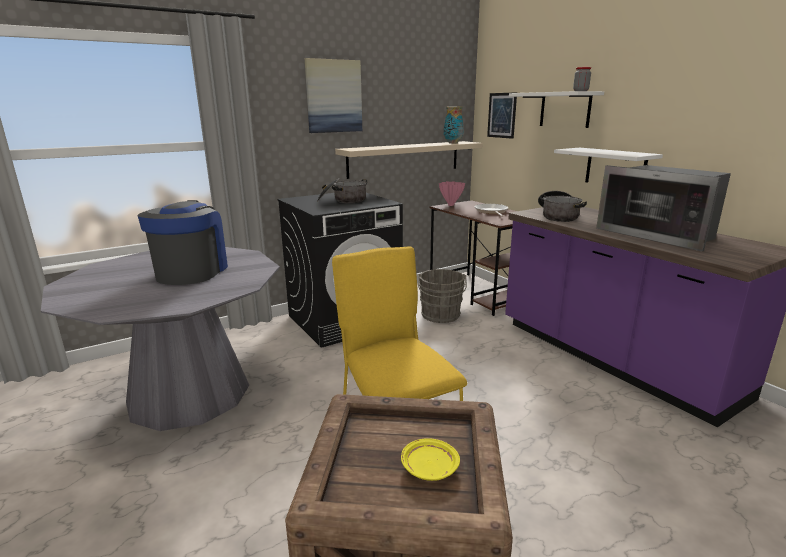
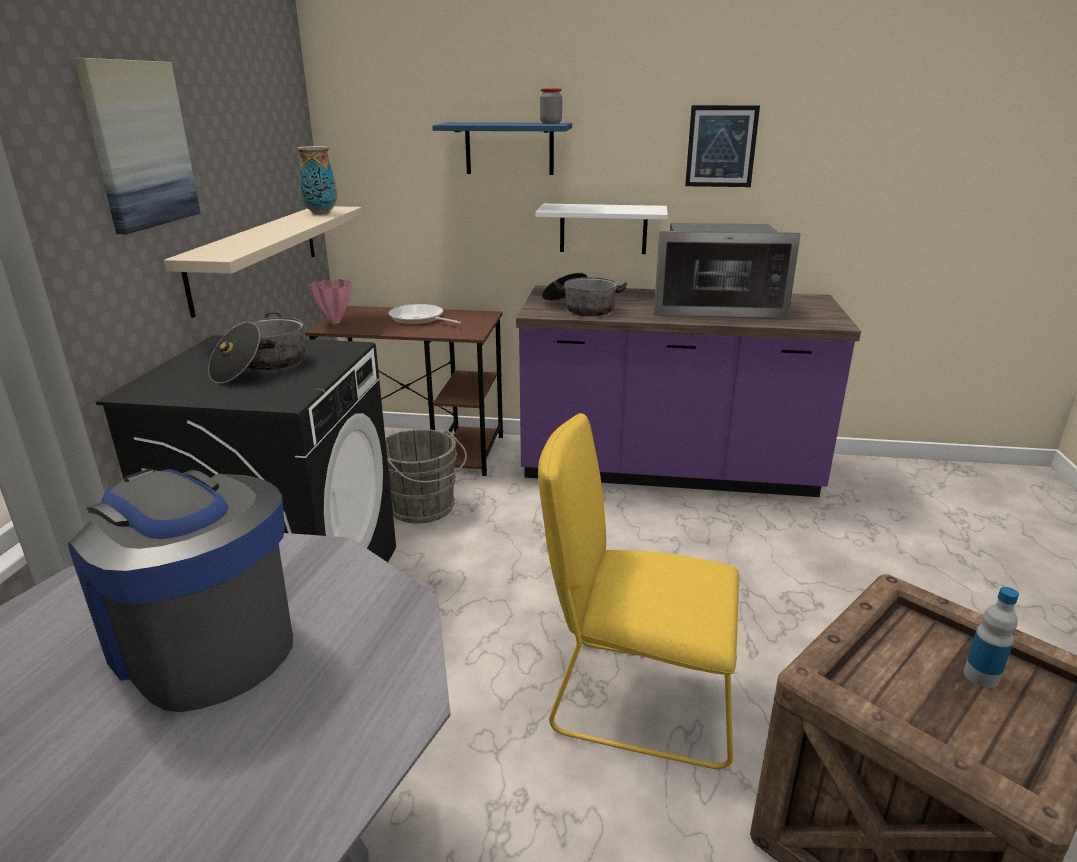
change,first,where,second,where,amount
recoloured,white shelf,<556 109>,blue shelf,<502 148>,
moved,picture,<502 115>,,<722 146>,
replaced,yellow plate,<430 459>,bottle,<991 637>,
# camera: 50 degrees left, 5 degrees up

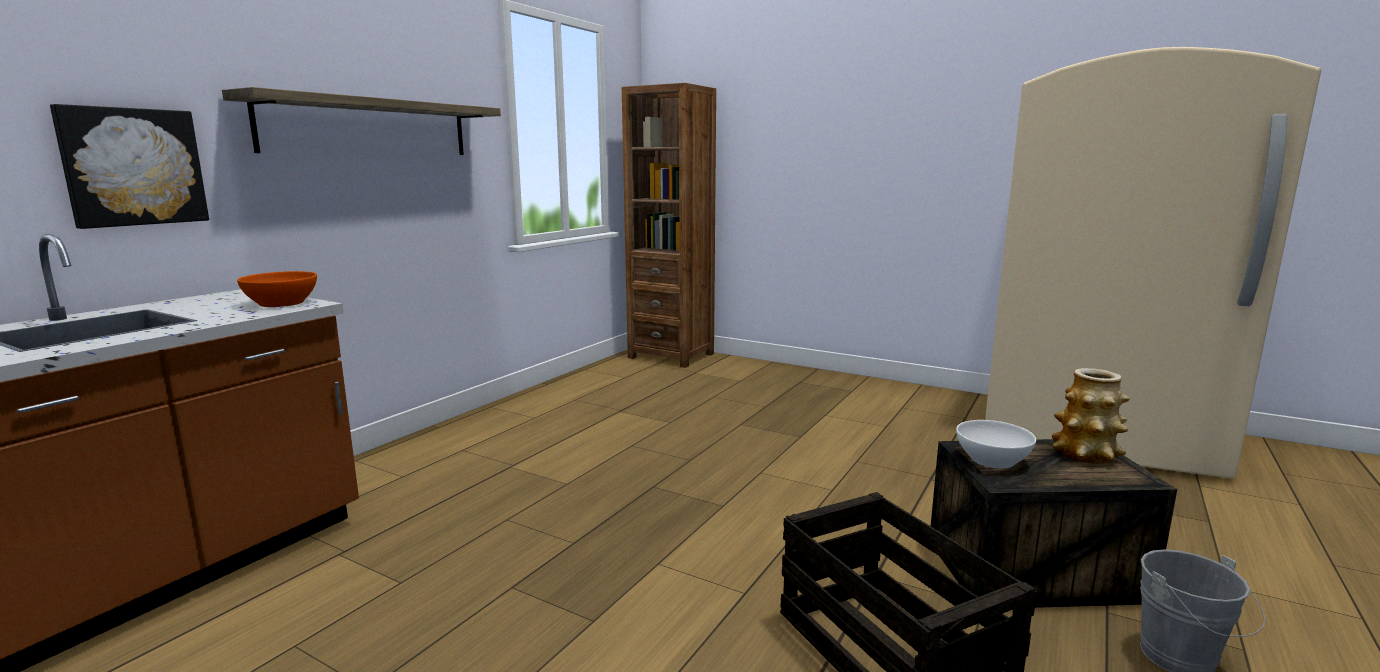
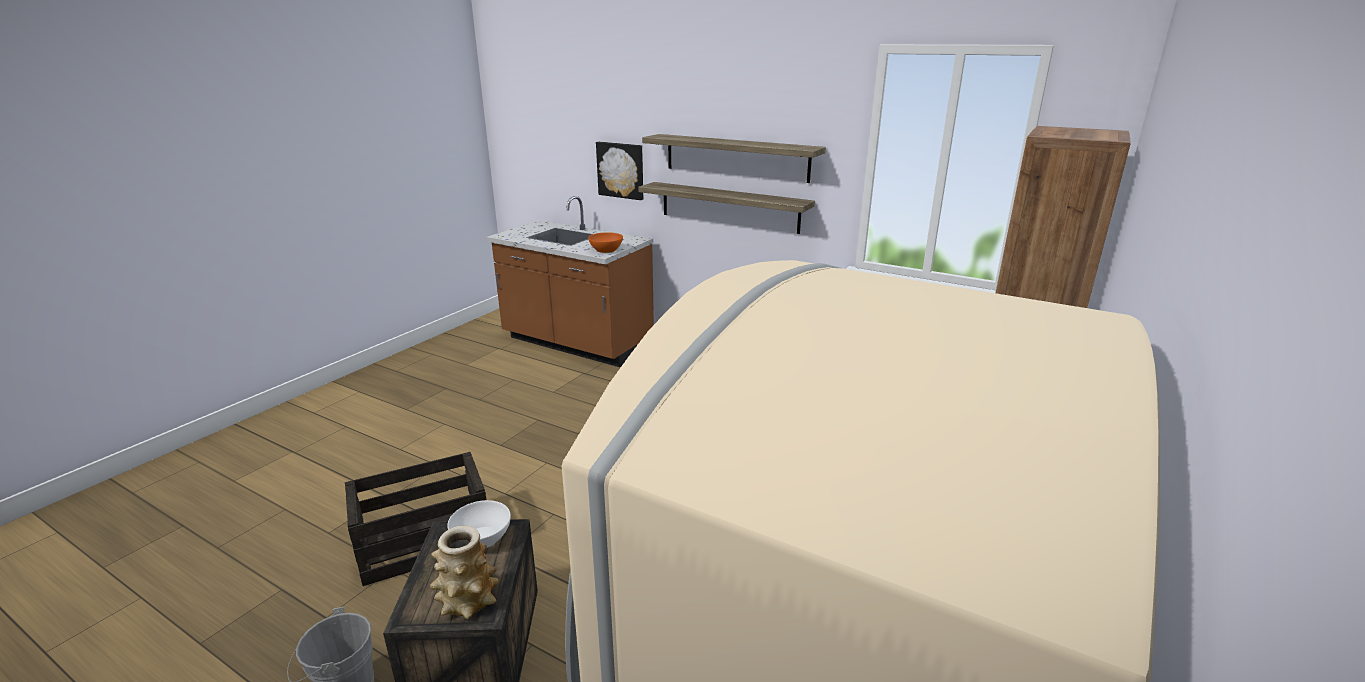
change,first,where,second,where,amount
added,,,shelf,<726 208>,
# camera: 90 degrees right, 10 degrees up

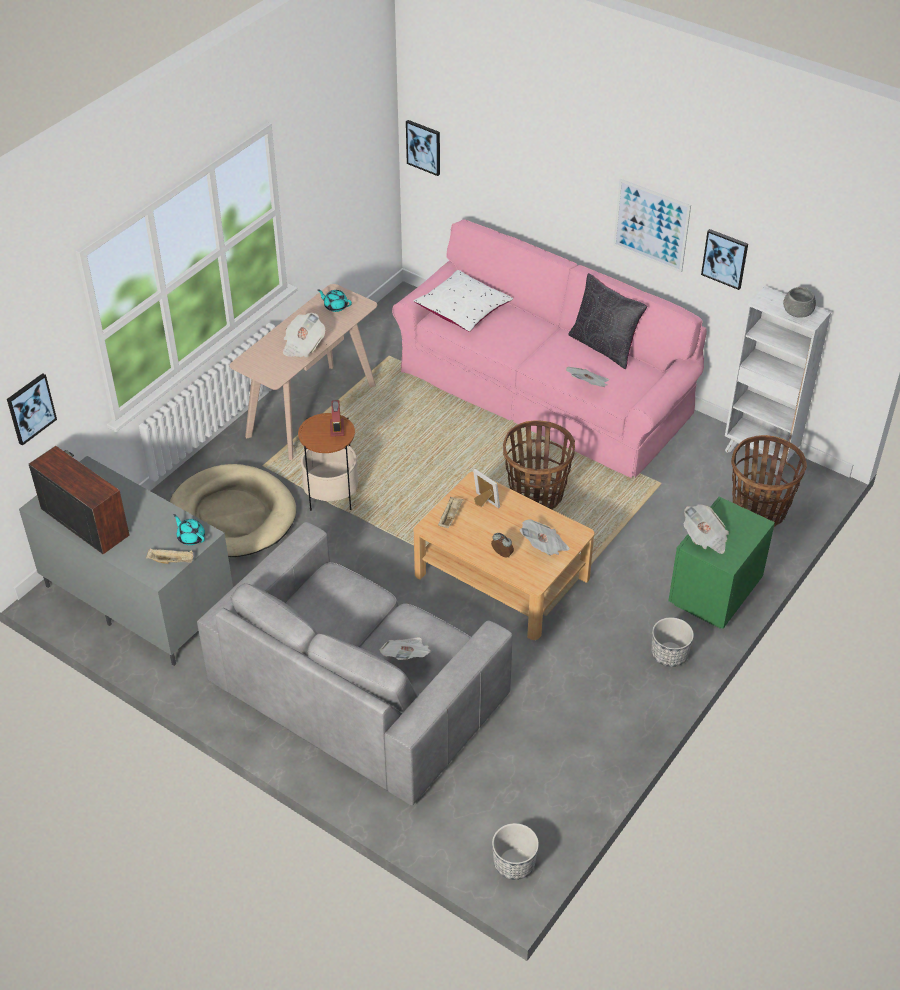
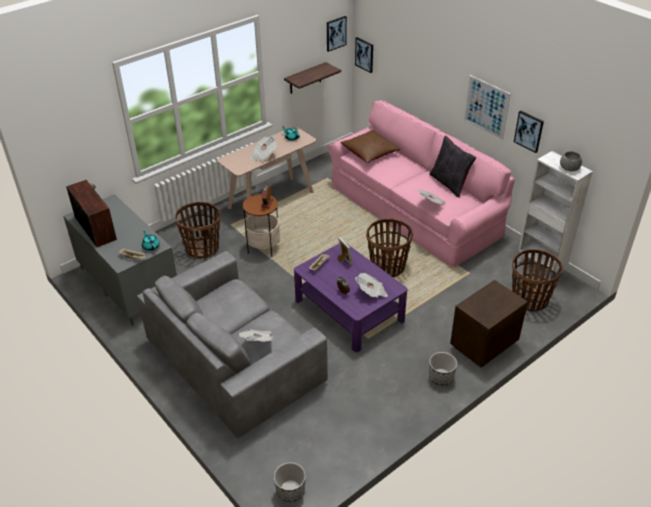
change,first,where,second,where,amount
recoloured,white pillow,<463 301>,brown pillow,<370 146>,
moved,picture,<32 409>,,<337 34>,
replaced,beige dog bed,<233 510>,basket,<197 230>,
recoloured,beige coffee table,<503 556>,purple coffee table,<350 297>,
recoloured,green nightstand,<721 563>,brown nightstand,<489 323>,
removed,newspaper,<706 529>,,,
added,,,shelf,<312 78>,
# camera: 15 degrees right, 5 degrees down

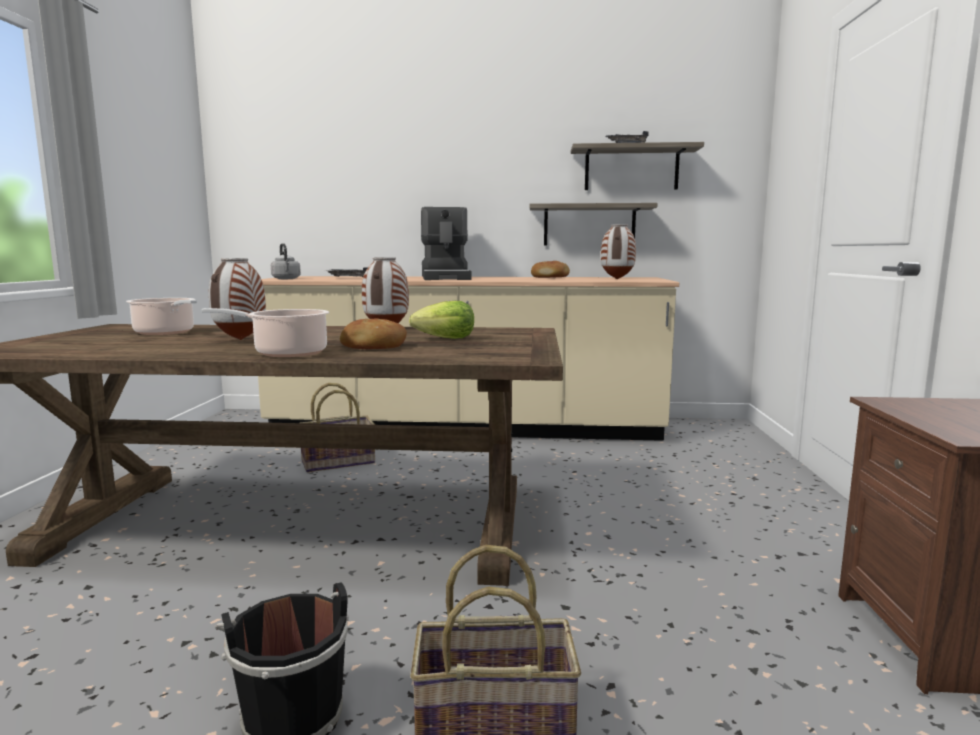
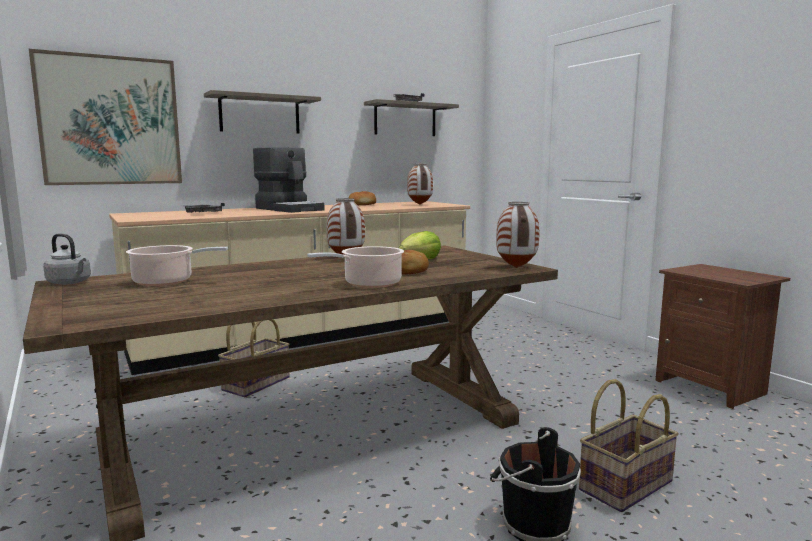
change,first,where,second,where,amount
moved,shelf,<594 224>,,<262 112>,
moved,grey kettle,<286 261>,,<67 259>,
moved,vase,<237 299>,,<517 235>,
added,,,picture,<105 117>,
# camera: 35 degrees left, 0 degrees up

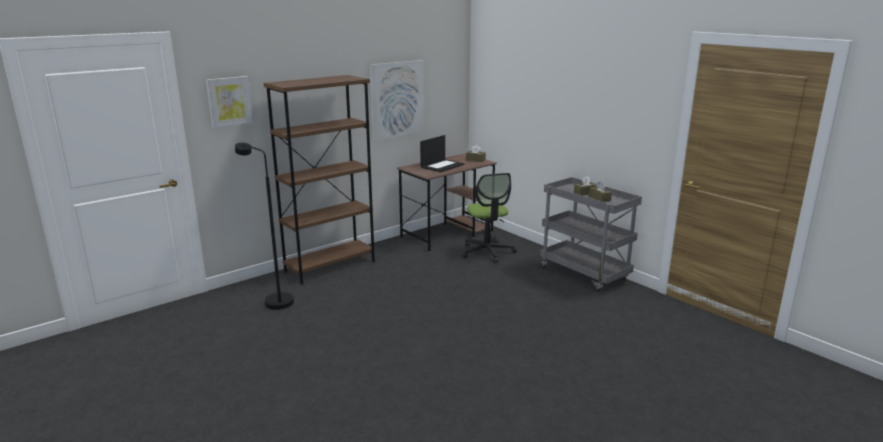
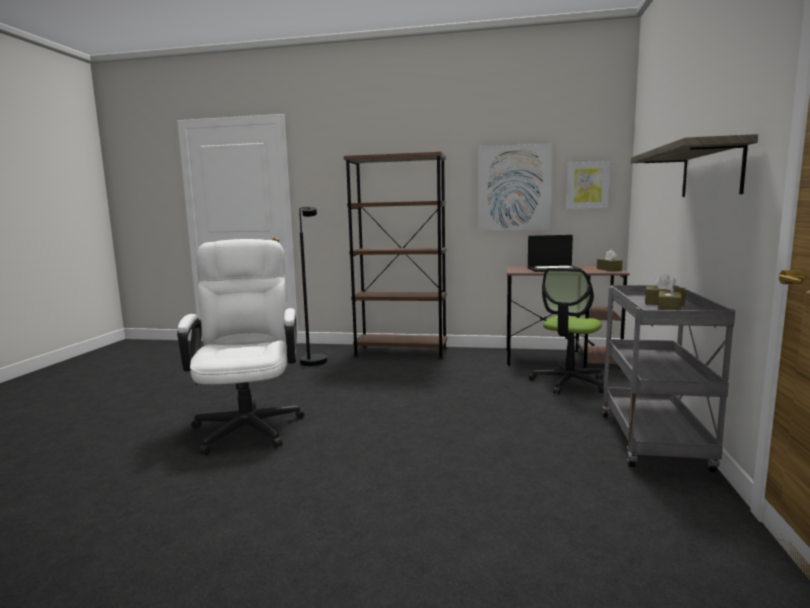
change,first,where,second,where,amount
moved,picture,<229 102>,,<588 185>,
added,,,shelf,<694 165>,
added,,,white office chair,<241 347>,
# camera: 50 degrees right, 10 degrees down

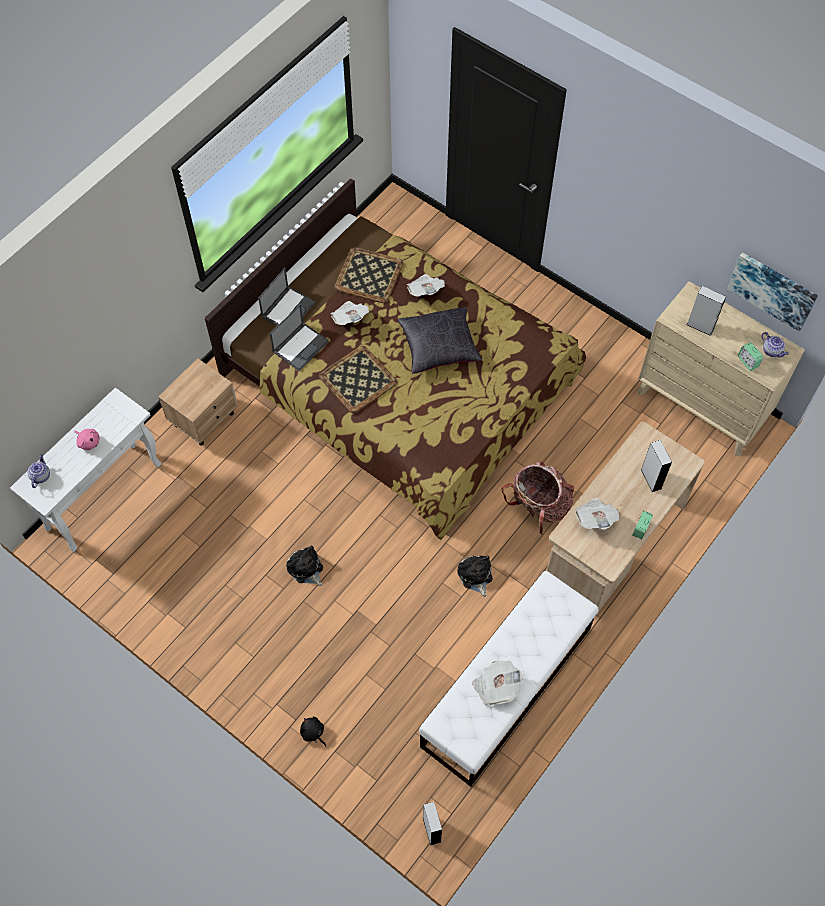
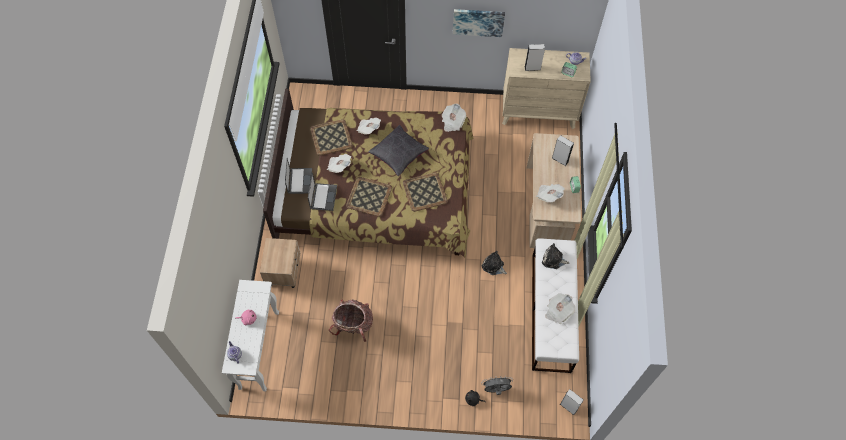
change,first,where,second,where,amount
moved,picture,<772 292>,,<479 23>,
moved,backpack,<538 498>,,<351 320>,
moved,plush toy,<304 566>,,<556 256>,
added,,,newspaper,<454 118>,
added,,,tray,<425 192>,
added,,,grey fan,<497 385>,
# camera: 35 degrees left, 0 degrees up

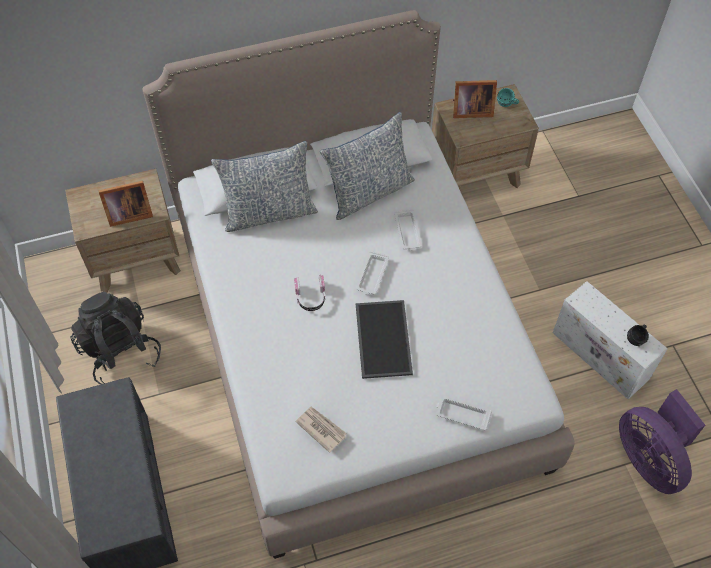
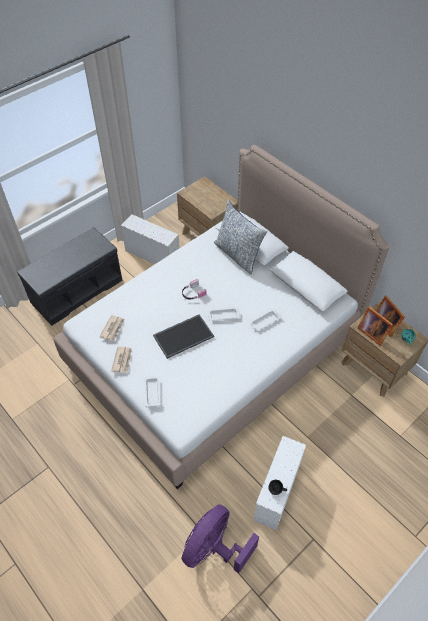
change,first,where,second,where,amount
removed,pillow,<367 166>,,,
moved,picture frame,<126 204>,,<375 326>,
replaced,black backpack,<115 338>,white storage box,<150 239>,
added,,,newspaper,<121 359>,
# camera: 65 degrees right, 5 degrees down

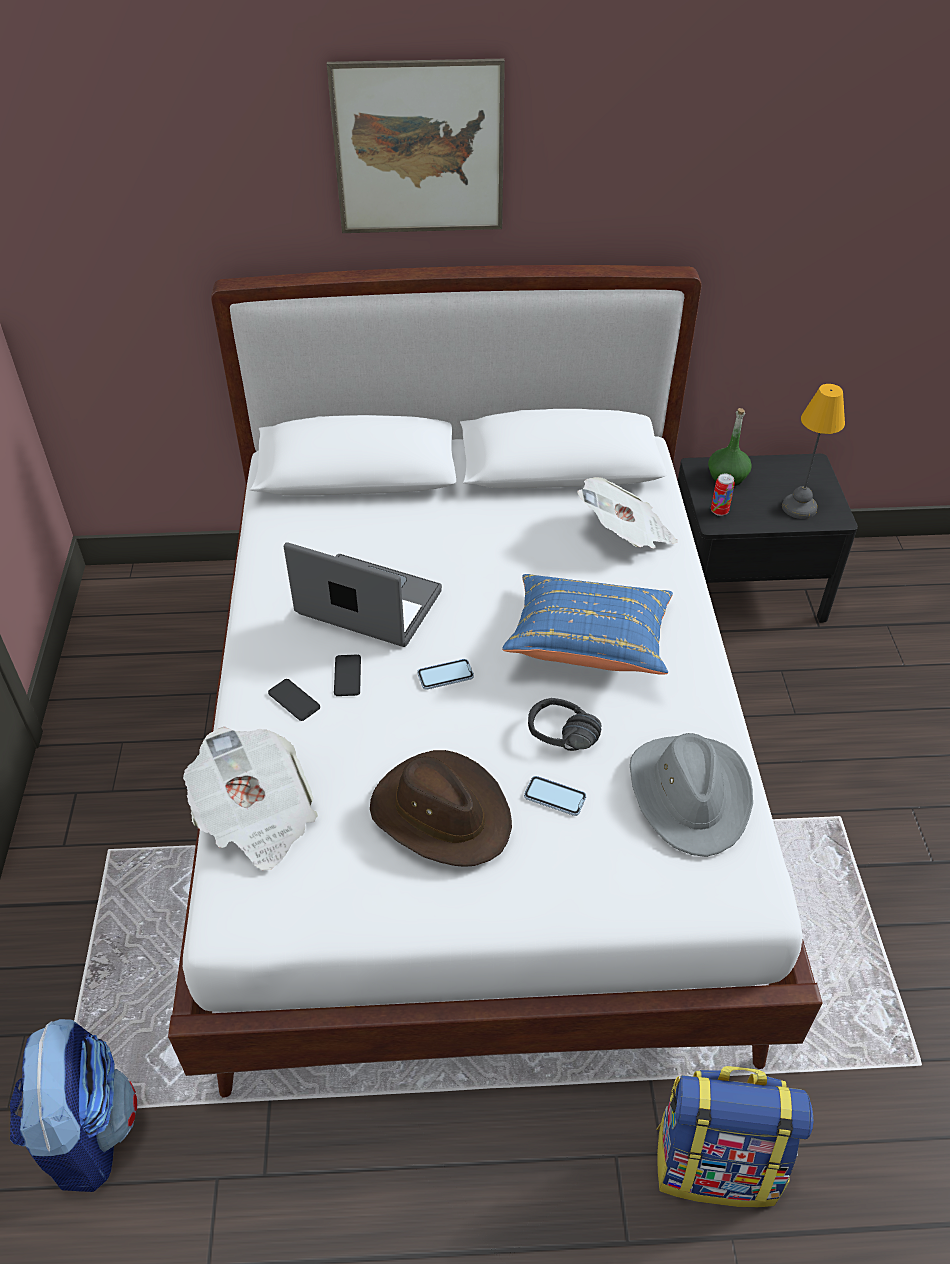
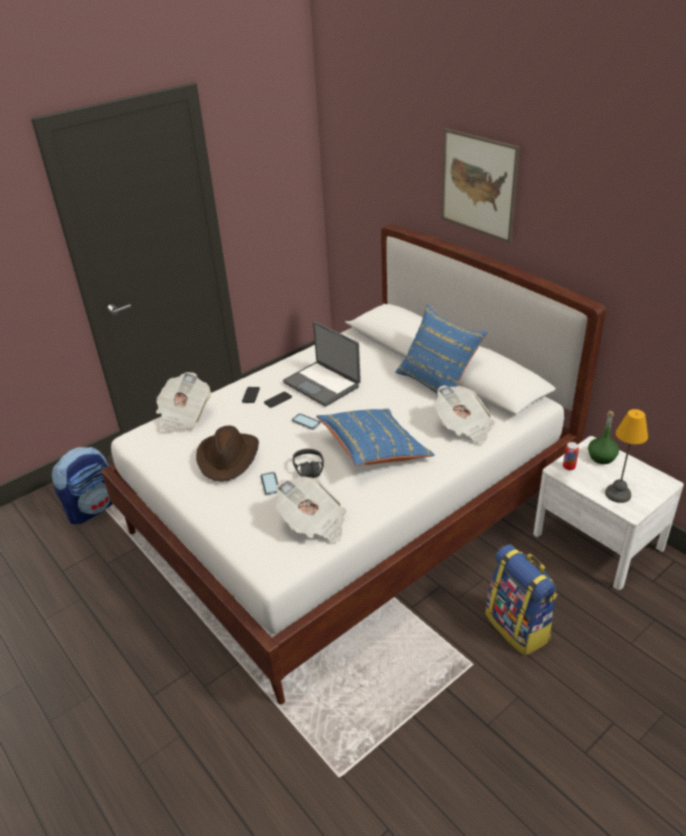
change,first,where,second,where,amount
recoloured,black nightstand,<768 538>,white nightstand,<609 513>,
turned,laptop,<363 594>,,<322 364>,150 degrees clockwise
replaced,grey hat,<691 795>,newspaper,<311 509>,
moved,backpack,<735 1136>,,<521 600>,
added,,,blue pillow,<441 349>,
# camera: 55 degrees right, 10 degrees down

